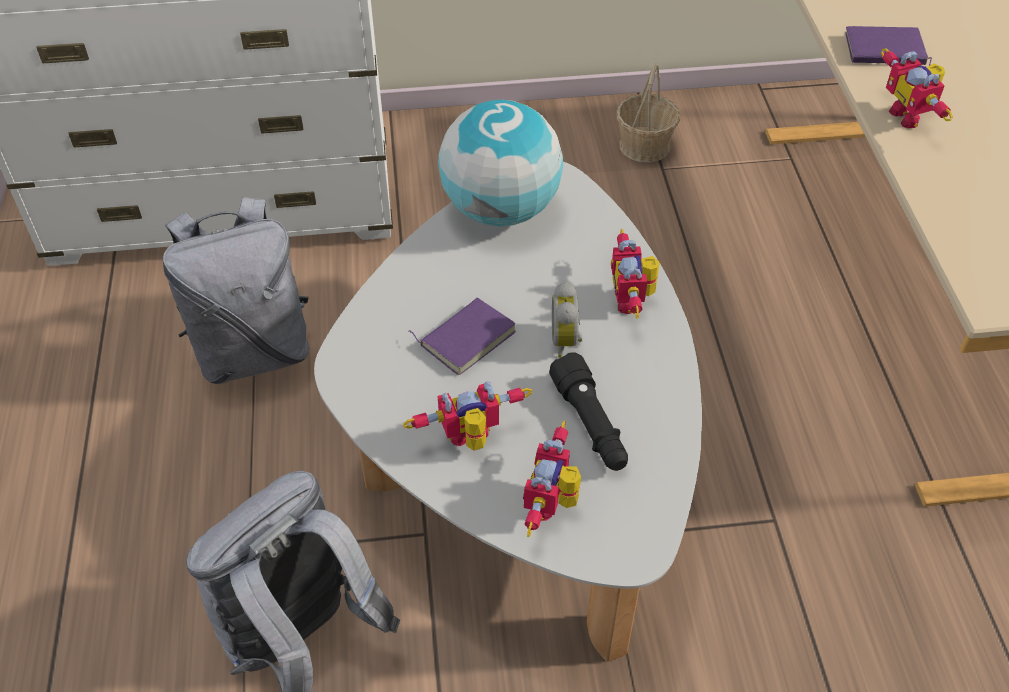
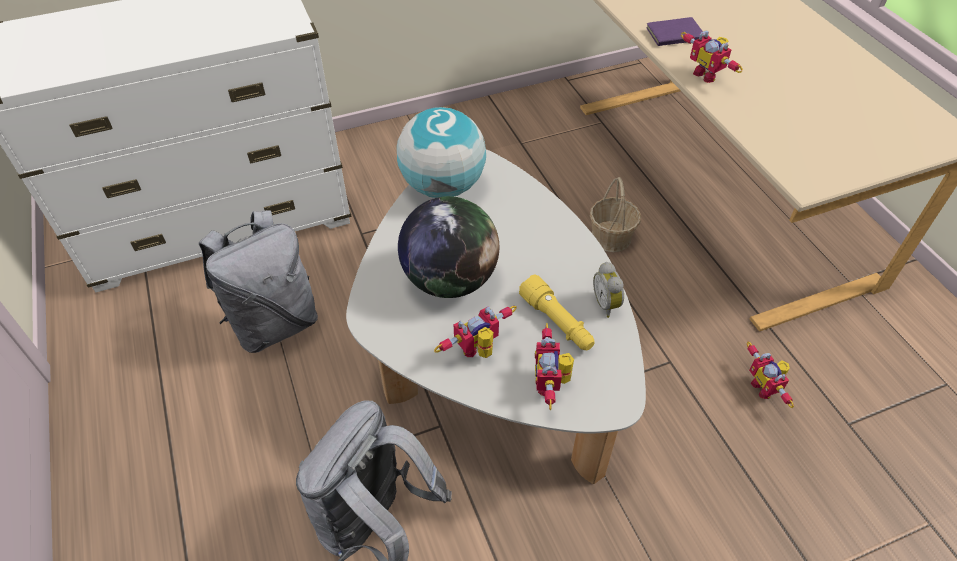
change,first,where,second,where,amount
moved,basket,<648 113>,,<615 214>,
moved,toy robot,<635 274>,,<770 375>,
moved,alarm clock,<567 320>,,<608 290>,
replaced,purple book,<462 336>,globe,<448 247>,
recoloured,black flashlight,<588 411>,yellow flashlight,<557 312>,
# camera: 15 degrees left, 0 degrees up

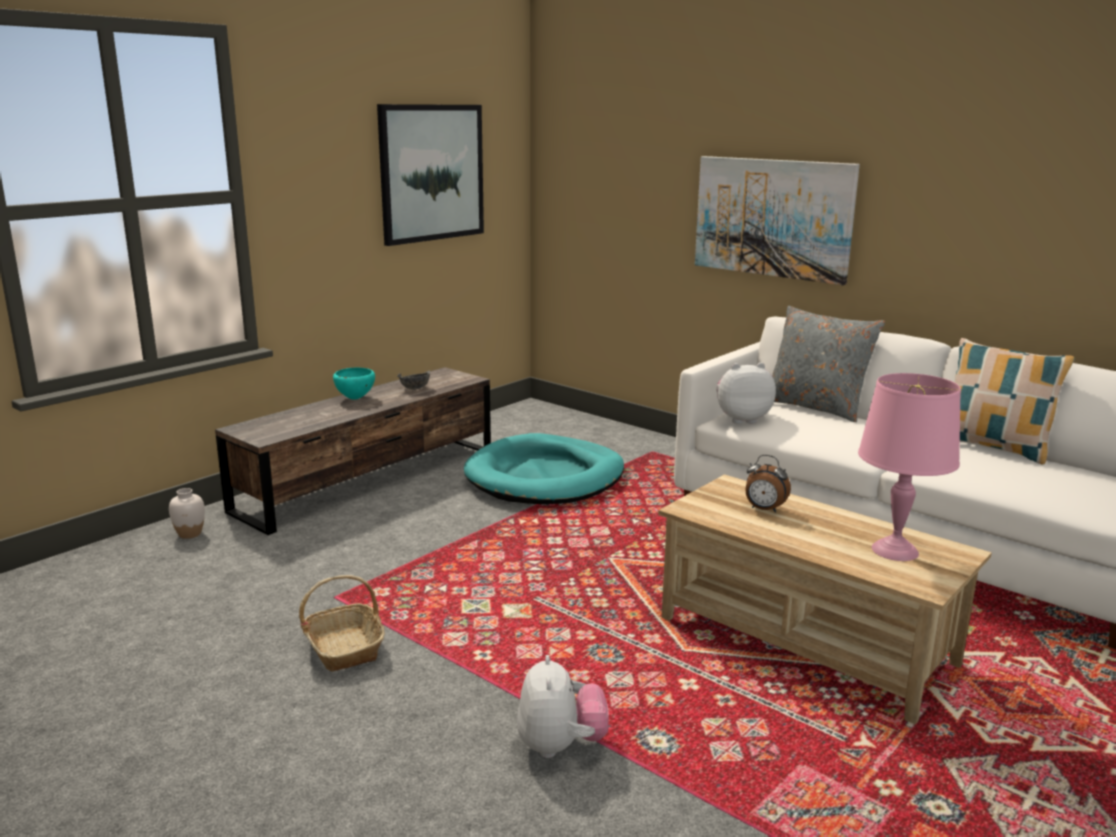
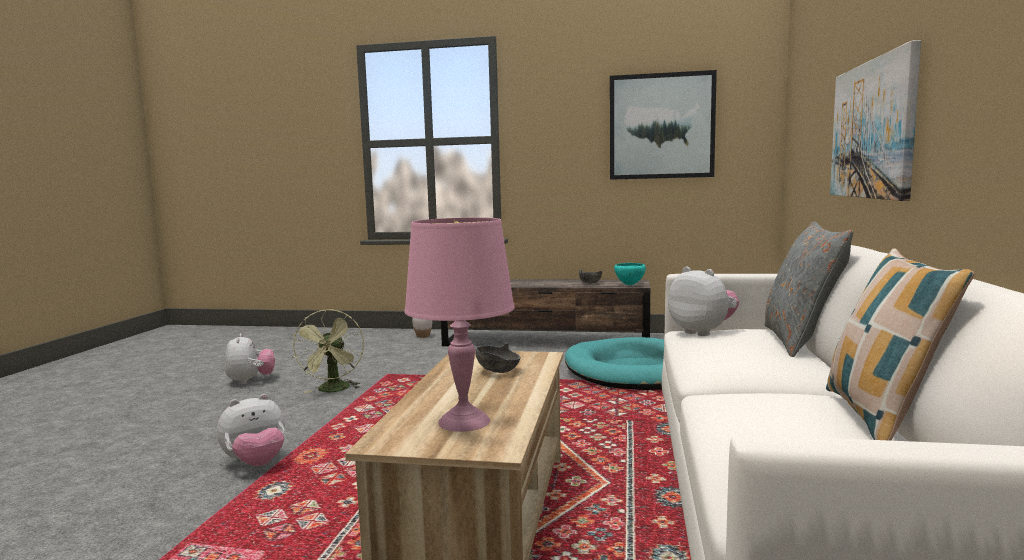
change,first,where,second,where,amount
moved,turquoise bowl,<354 383>,,<630 274>,
replaced,alarm clock,<768 484>,grey bowl,<498 357>,
replaced,basket,<342 623>,green fan,<328 351>,
added,,,plush toy,<250 359>,
# camera: 60 degrees right, 10 degrees down

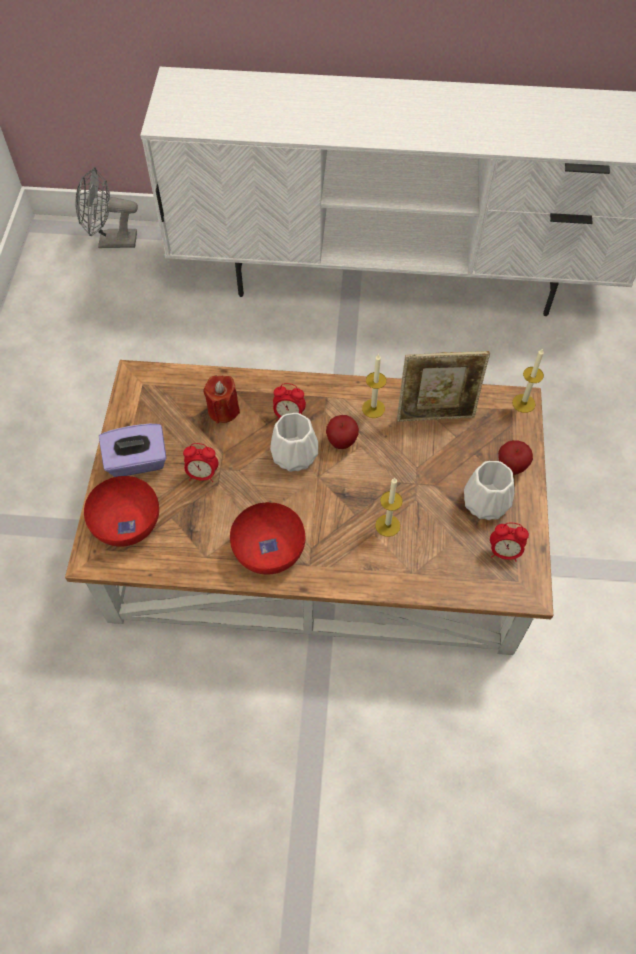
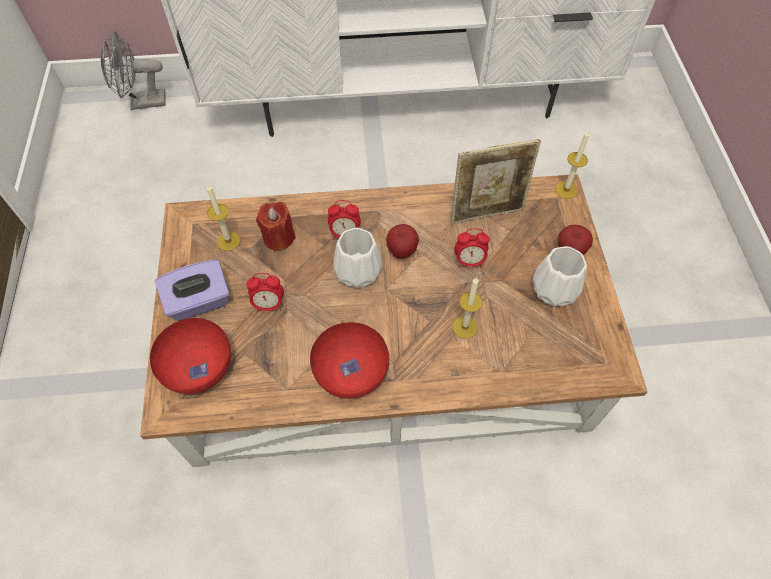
change,first,where,second,where,amount
moved,candle,<374 386>,,<223 218>,
moved,alarm clock,<509 542>,,<472 248>,
# camera: 10 degrees left, 0 degrees up

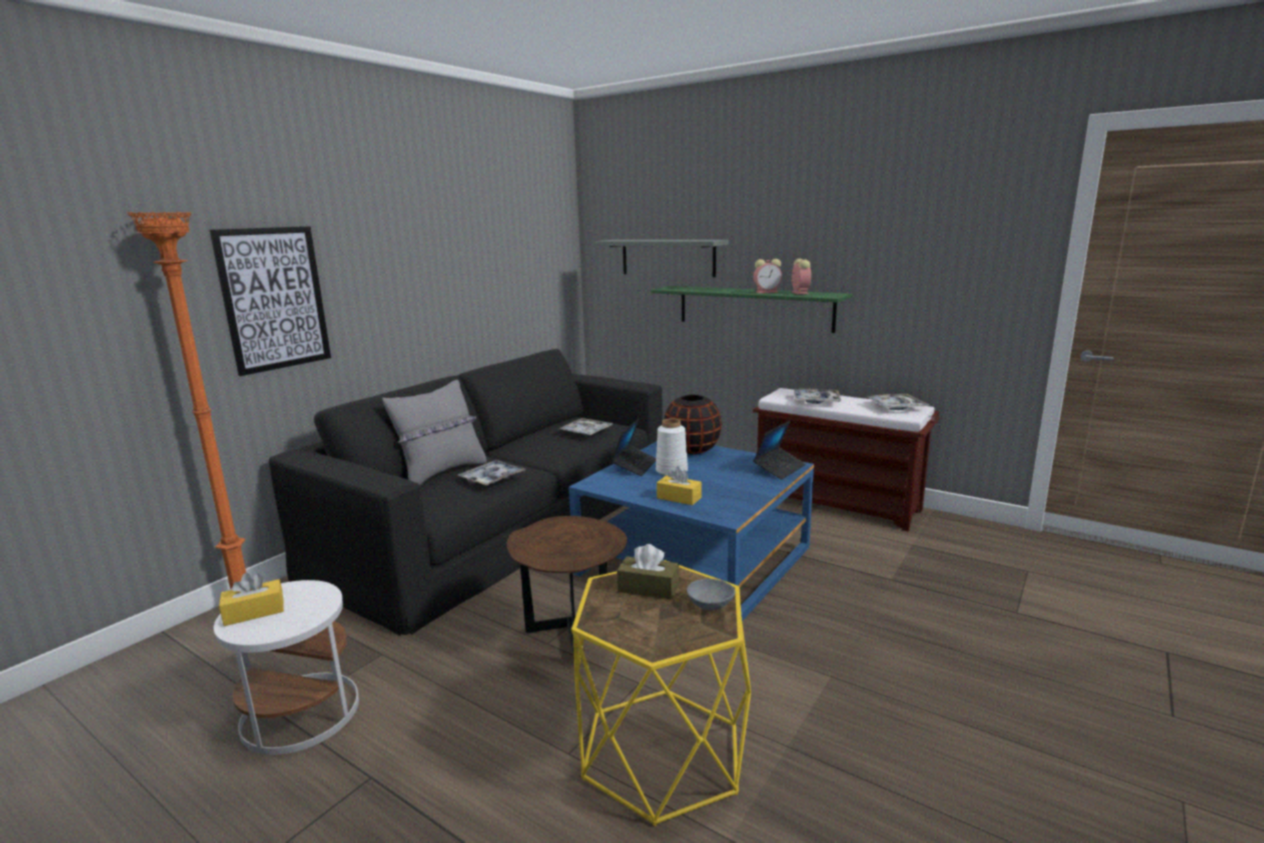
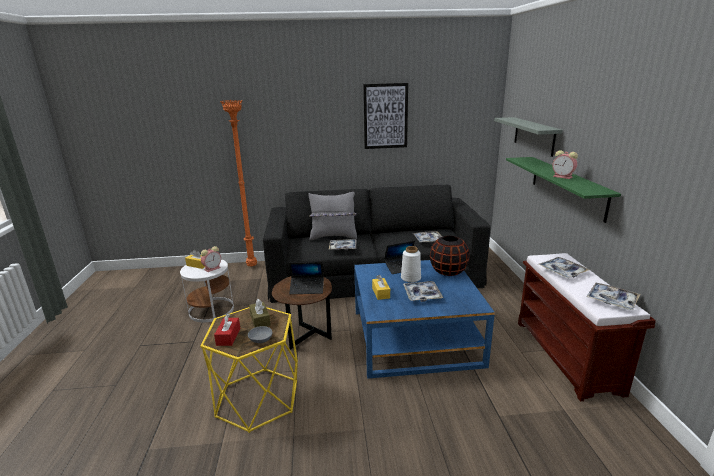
change,first,where,second,where,amount
moved,picture,<270 301>,,<385 116>,
moved,alarm clock,<801 277>,,<211 259>,
moved,laptop,<779 450>,,<306 278>,
added,,,tray,<423 291>,
added,,,red tissue box,<227 330>,
# camera: 50 degrees right, 5 degrees up

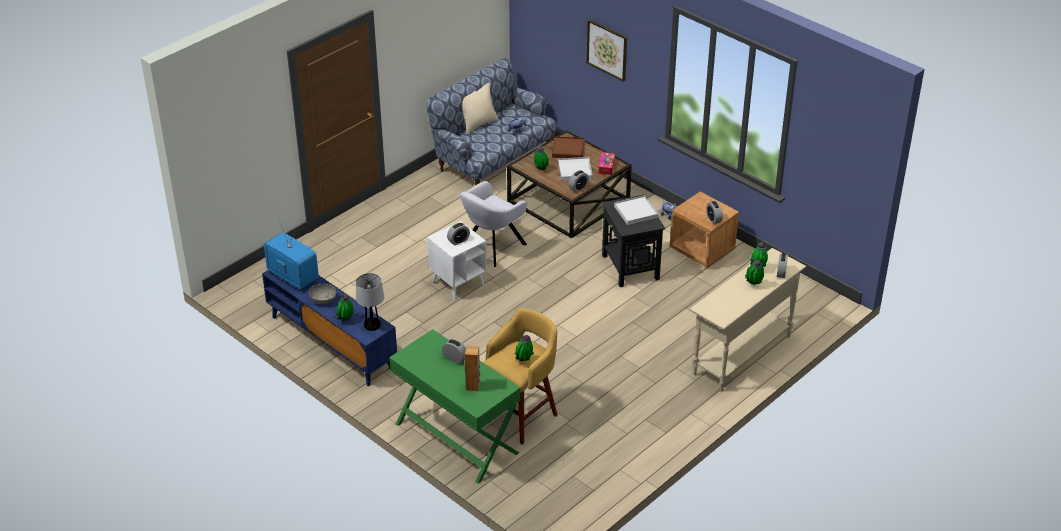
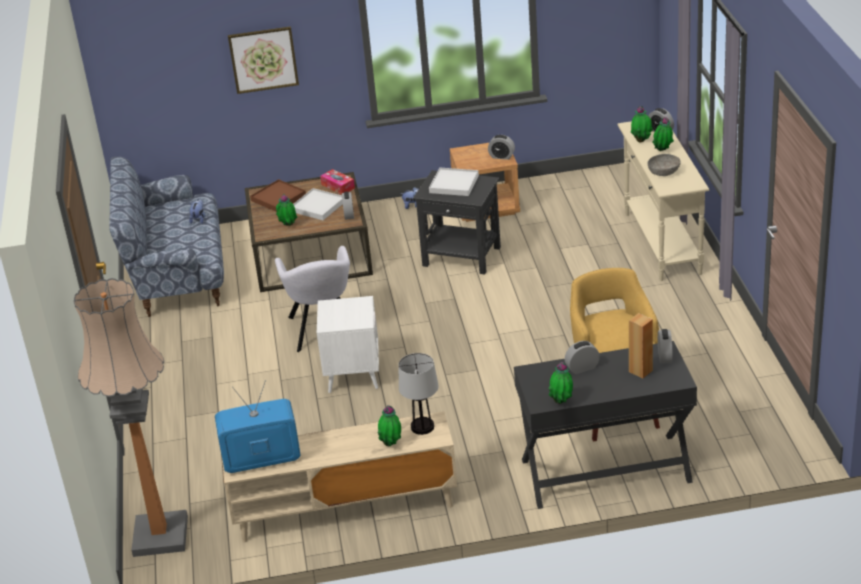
change,first,where,second,where,amount
removed,beige pillow,<480 108>,,,
moved,alarm clock,<458 234>,,<665 346>,
recoloured,blue tv stand,<329 328>,beige tv stand,<339 477>,
moved,grey bowl,<322 294>,,<664 165>,
recoloured,green desk,<455 406>,black desk,<605 425>,
moved,potted plant,<524 348>,,<560 383>,
added,,,floor lamp,<130 417>,
# camera: 50 degrees left, 5 degrees down

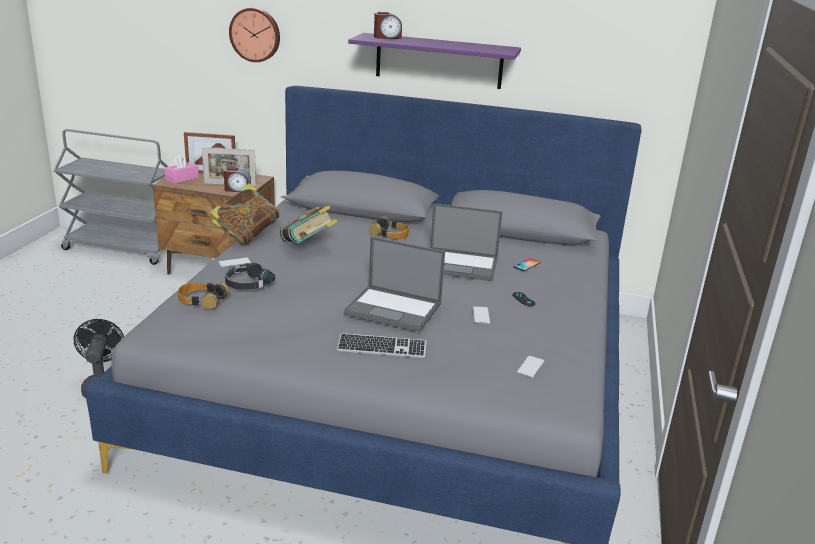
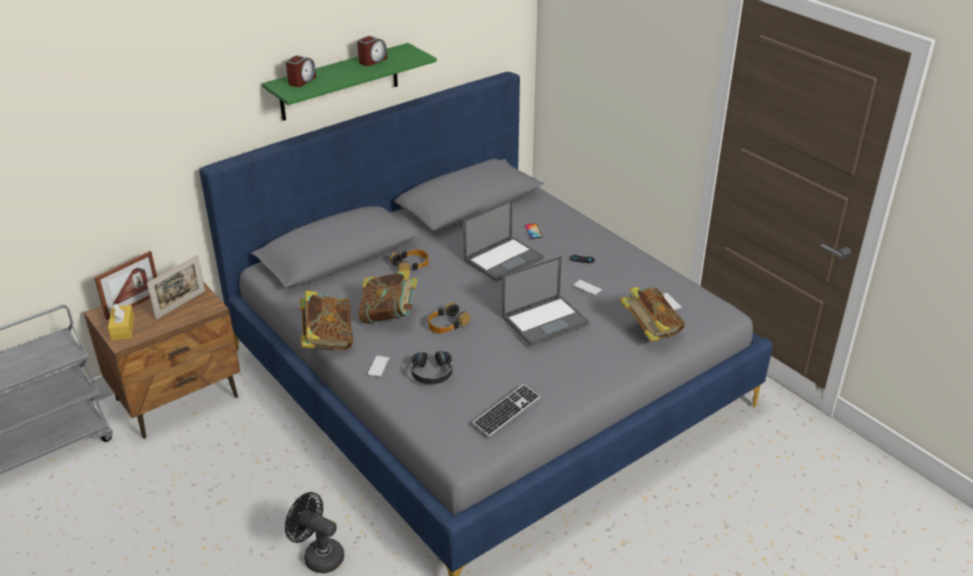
change,first,where,second,where,amount
removed,wall clock,<254 34>,,,
recoloured,purple shelf,<434 61>,green shelf,<349 82>,
recoloured,pink tissue box,<181 169>,yellow tissue box,<121 322>,
moved,alarm clock,<237 179>,,<372 51>,
moved,headphones,<203 296>,,<449 318>,
moved,keyboard,<381 345>,,<506 410>,
added,,,book,<652 314>,
# camera: 50 degrees left, 10 degrees up

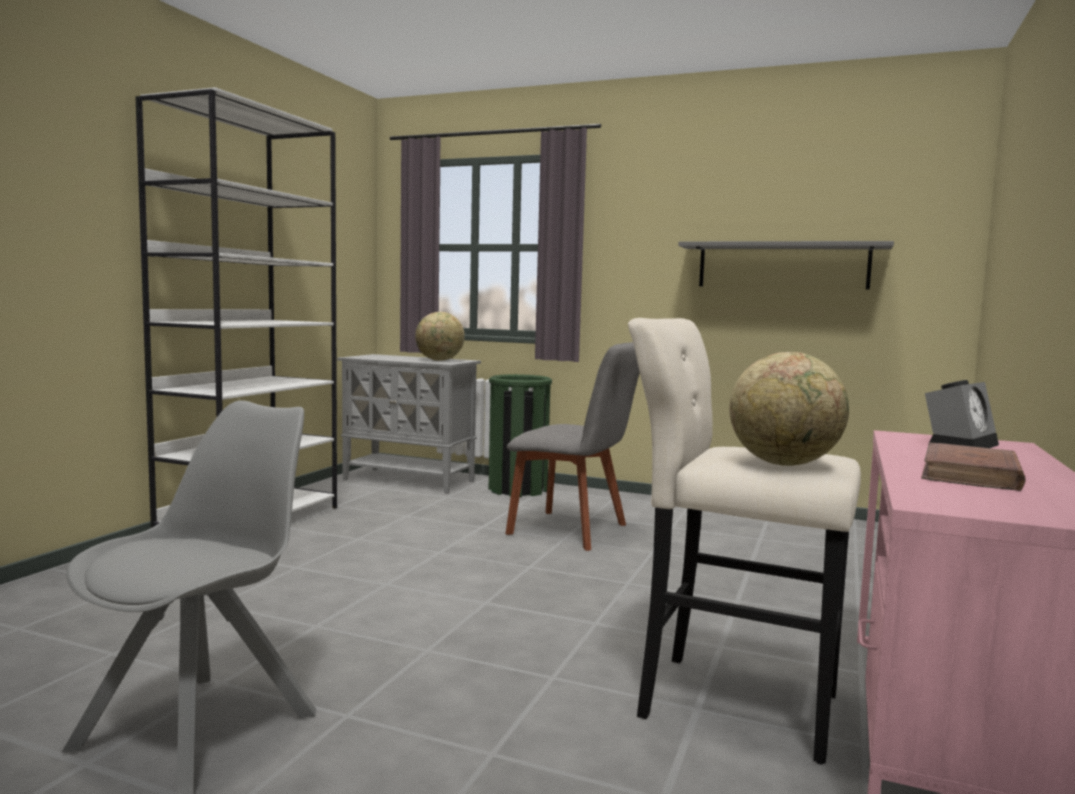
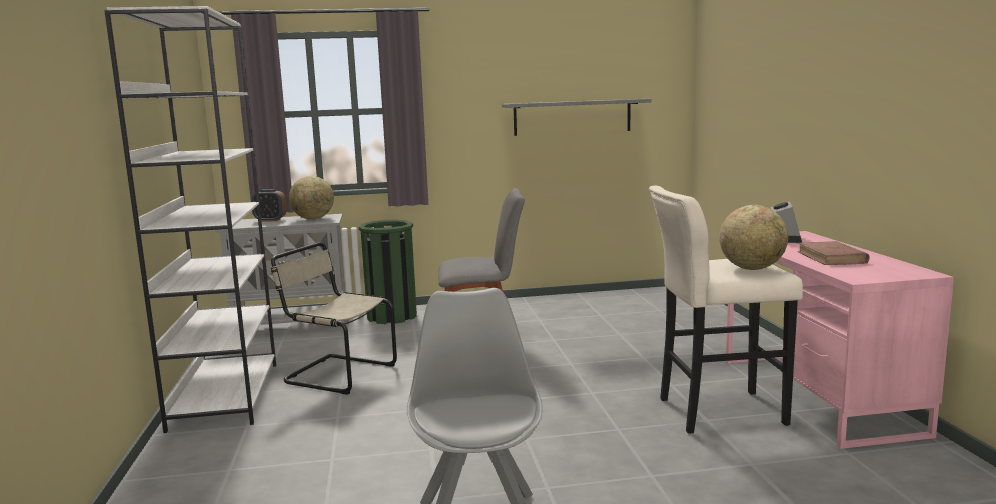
change,first,where,second,where,amount
added,,,alarm clock,<269 205>,
added,,,beige chair,<334 318>,
# camera: 30 degrees left, 5 degrees up

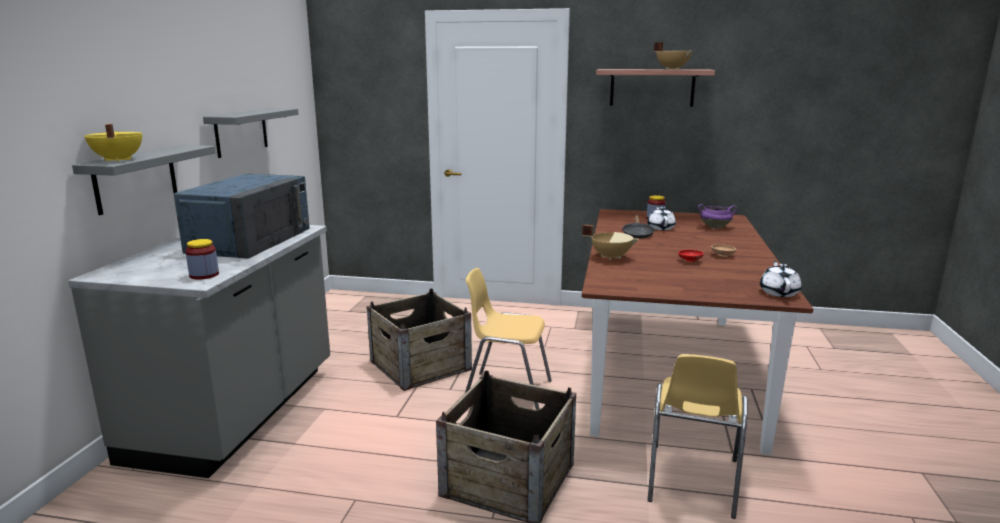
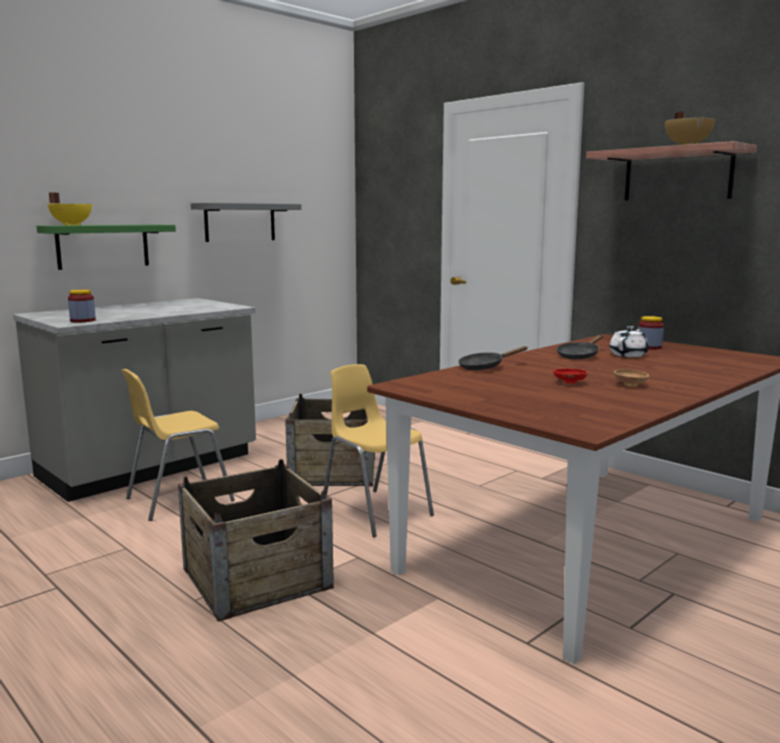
change,first,where,second,where,amount
recoloured,grey shelf,<143 180>,green shelf,<106 247>,
removed,blue microwave,<242 216>,,,
removed,purple cooking pot,<717 216>,,,
replaced,beige cooking pot,<610 242>,black frying pan,<493 358>,
removed,white teapot,<781 279>,,,
moved,yellow chair,<698 436>,,<178 445>,
# camera: 35 degrees right, 5 degrees down

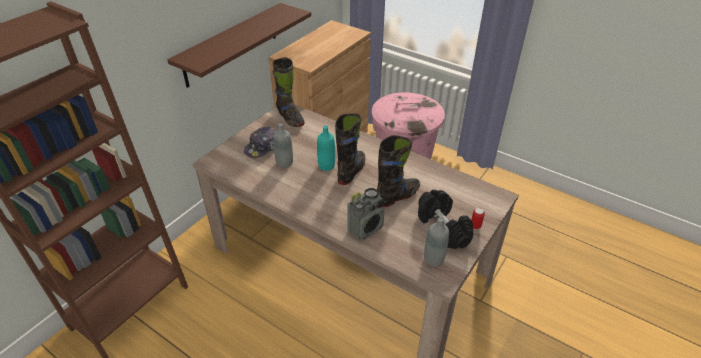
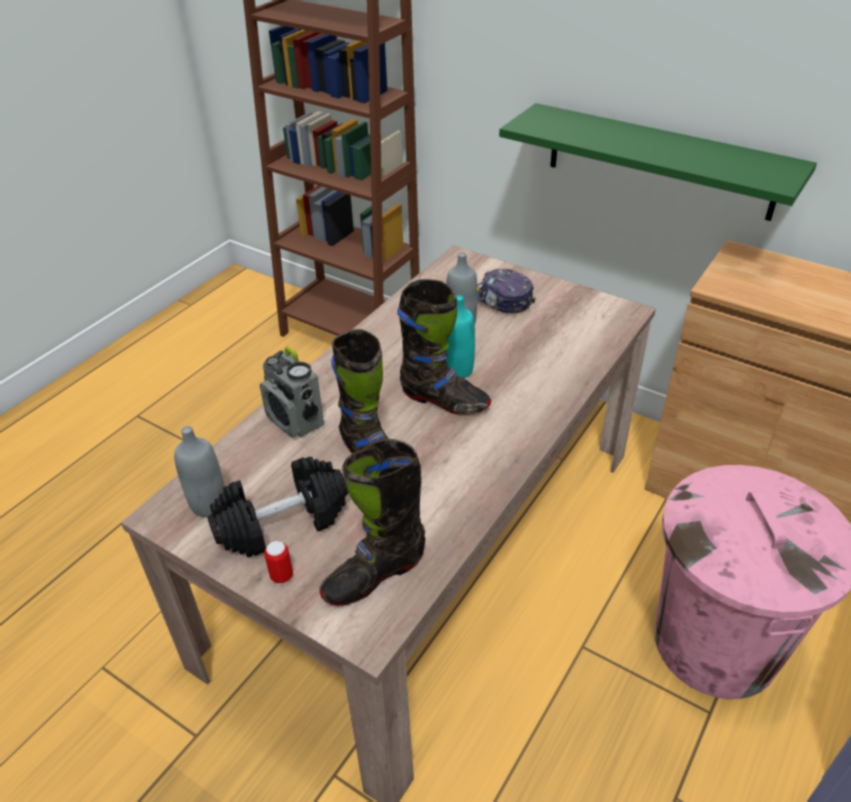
change,first,where,second,where,amount
recoloured,brown shelf,<239 45>,green shelf,<658 162>,
moved,black boot,<289 92>,,<372 522>,
# camera: 90 degrees right, 0 degrees up

